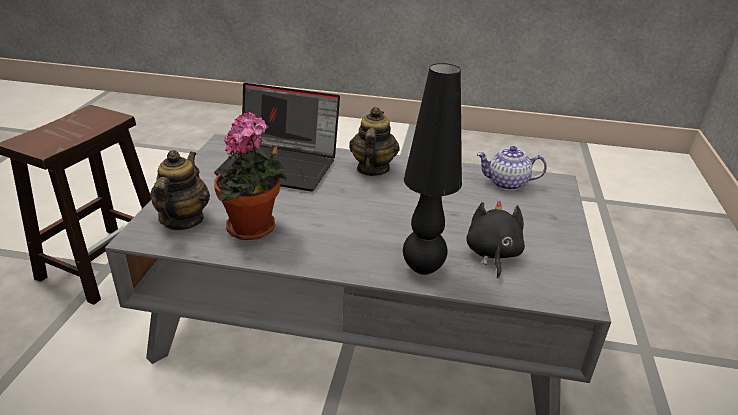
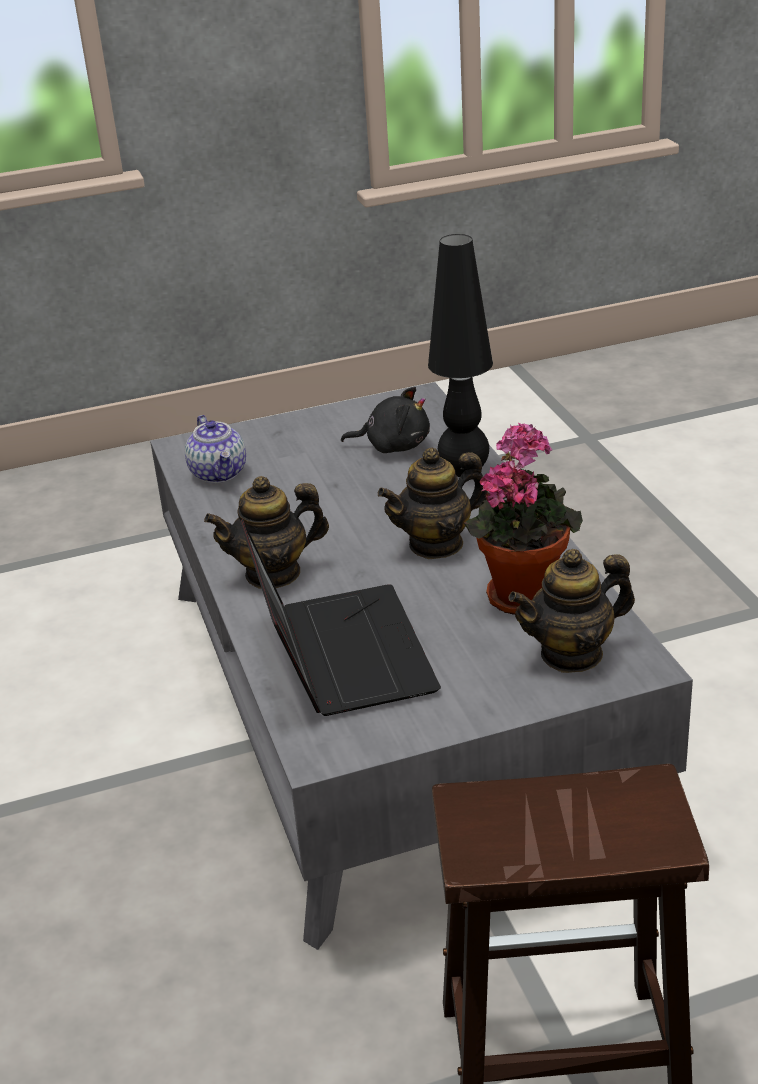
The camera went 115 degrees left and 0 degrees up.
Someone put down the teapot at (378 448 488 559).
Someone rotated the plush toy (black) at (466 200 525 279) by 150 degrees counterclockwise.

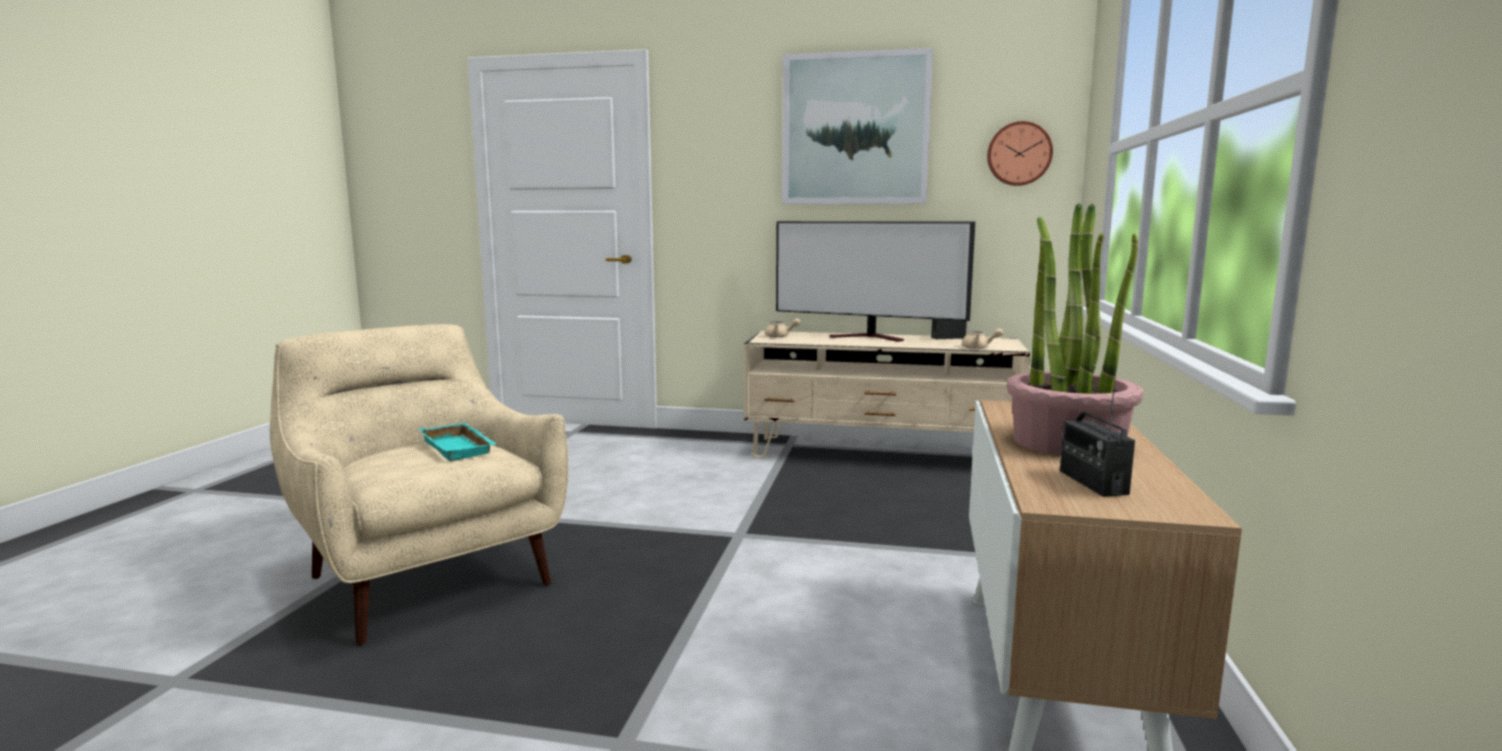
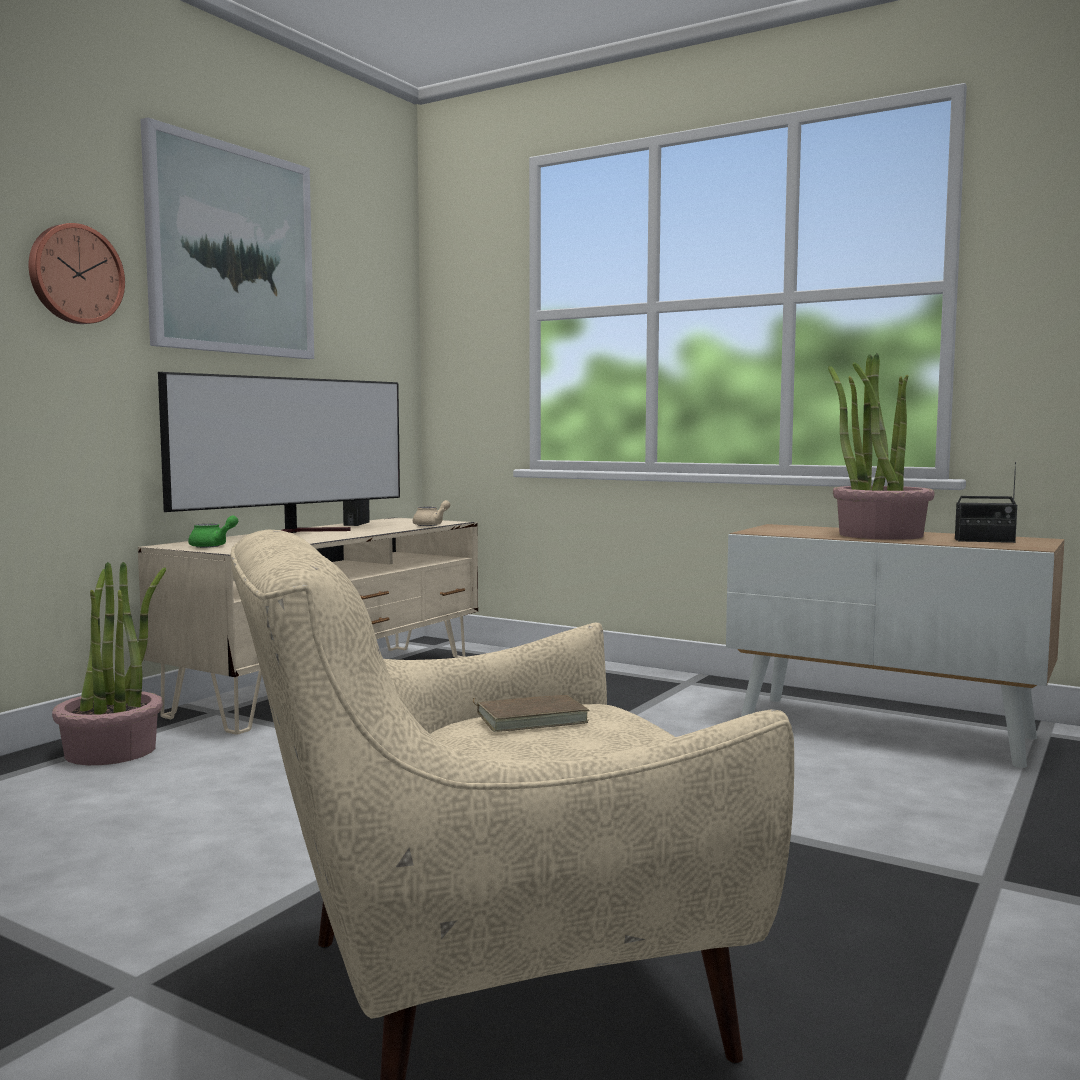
The camera went 70 degrees left and 5 degrees down.
Someone put down the potted plant at (52 562 166 765).
Someone carried the wall clock from (987 121 1053 186) to (29 223 125 324).
Someone swapped the tray (turquoise) at (419 423 497 462) for the book (brown) at (473 695 589 732).
Someone repainted the teapot (beige) at (765 318 801 337), which became the teapot (green) at (188 515 238 548).

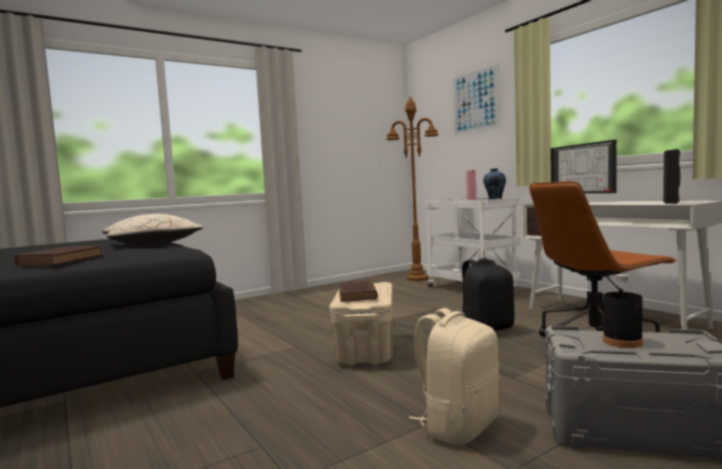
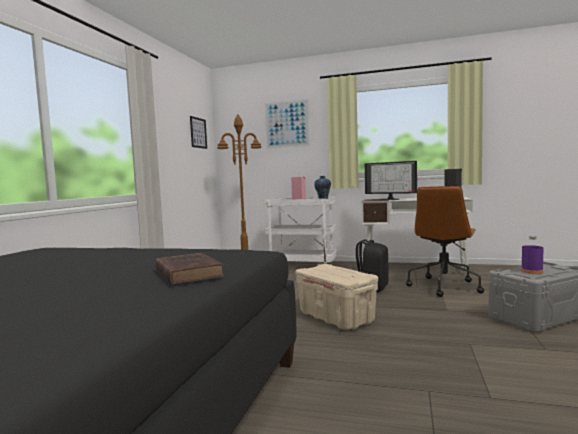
The camera went 40 degrees left and 0 degrees up.
Someone took away the pillow (beige) at (102 214 203 245).
Someone took away the book (brown) at (339 280 378 302).
Someone took away the backpack (beige) at (408 308 500 445).
Someone put up the picture at (190 116 207 149).
Someone repainted the bottle (black) at (603 274 643 348), which became the bottle (purple) at (521 236 543 274).

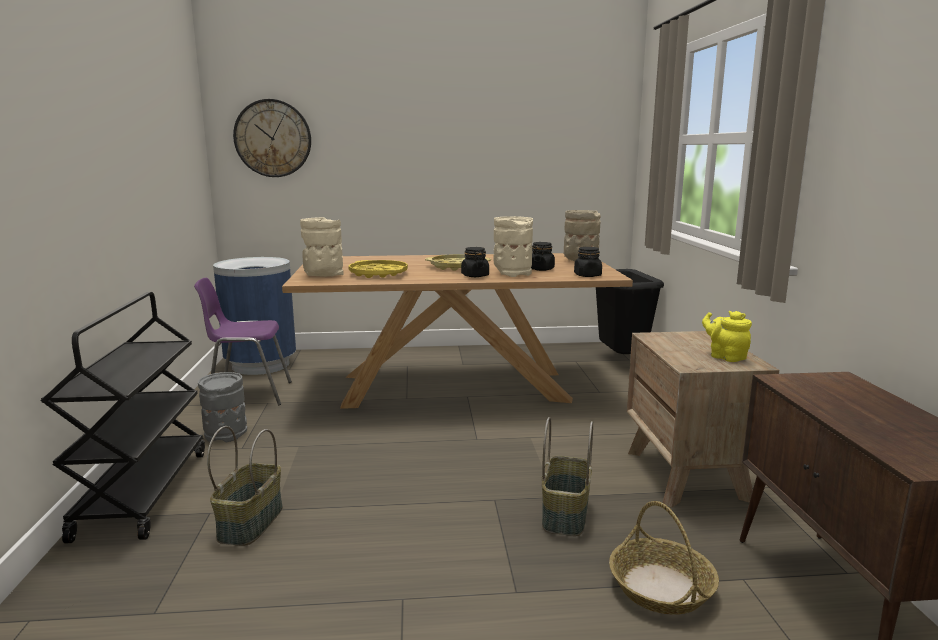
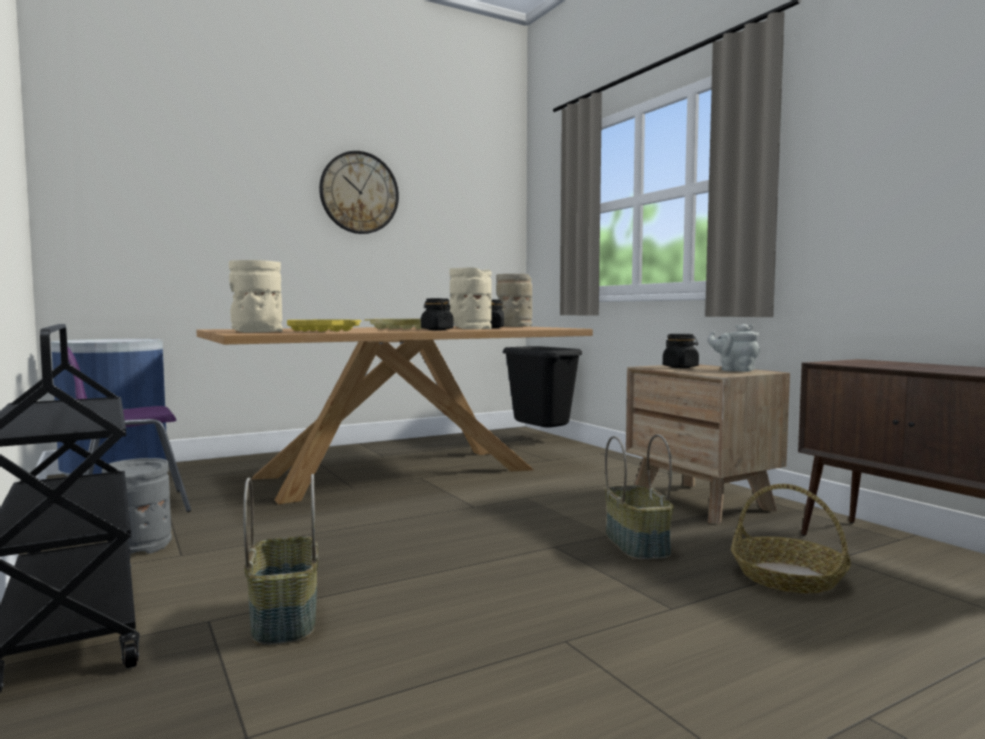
The camera went 25 degrees left and 10 degrees down.
Someone carried the wall clock from (233 99 311 177) to (319 151 399 234).
Someone carried the jar (black) from (574 247 602 277) to (663 334 699 368).
Someone repainted the teapot (yellow) at (702 311 752 362), which became the teapot (grey) at (707 324 760 372).

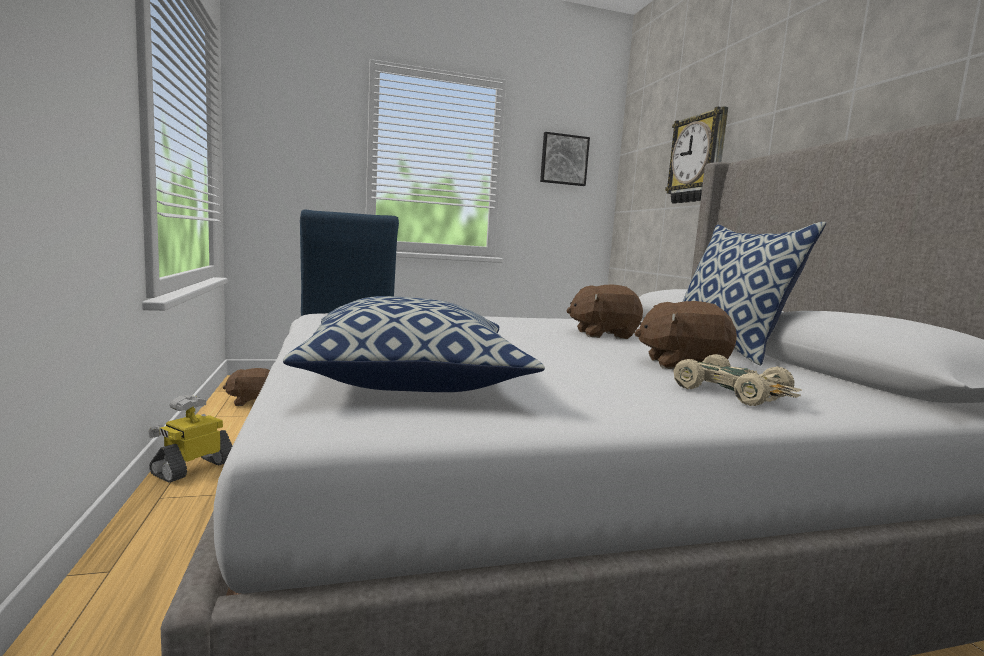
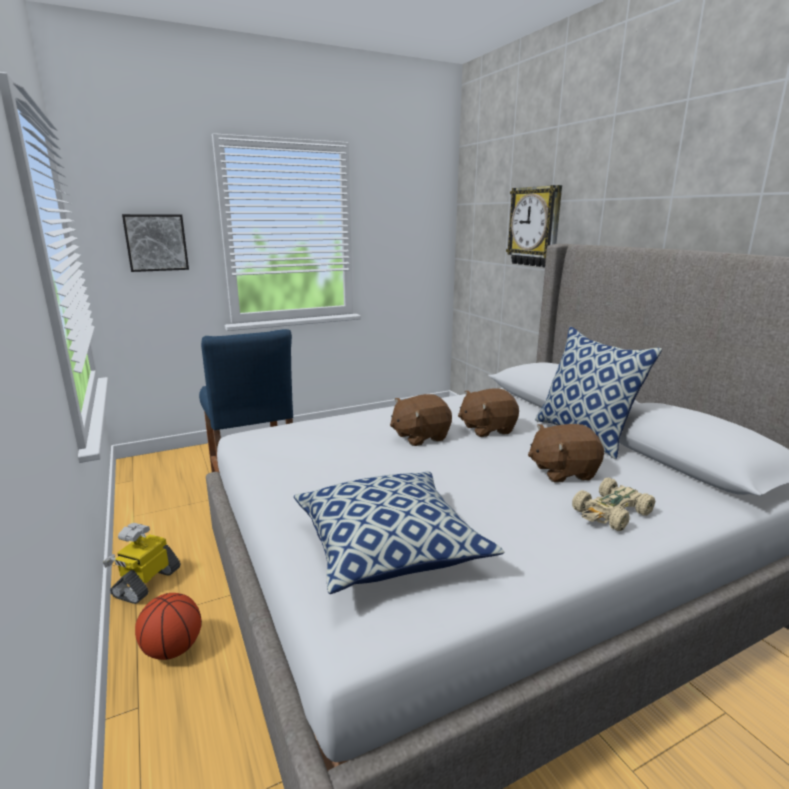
The camera went 10 degrees left and 10 degrees up.
Someone put down the basketball at (135 593 202 660).
Someone carried the plush toy (brown) from (222 368 270 406) to (390 394 452 446).
Someone carried the picture from (540 132 590 186) to (122 214 189 272).
Someone rotated the toy car (beige) at (674 354 802 406) by 105 degrees clockwise.

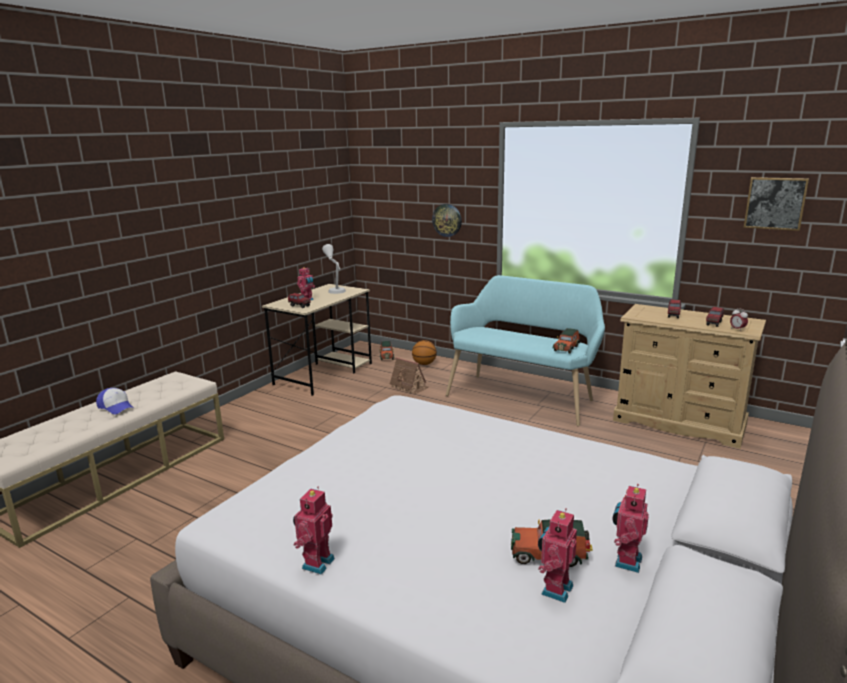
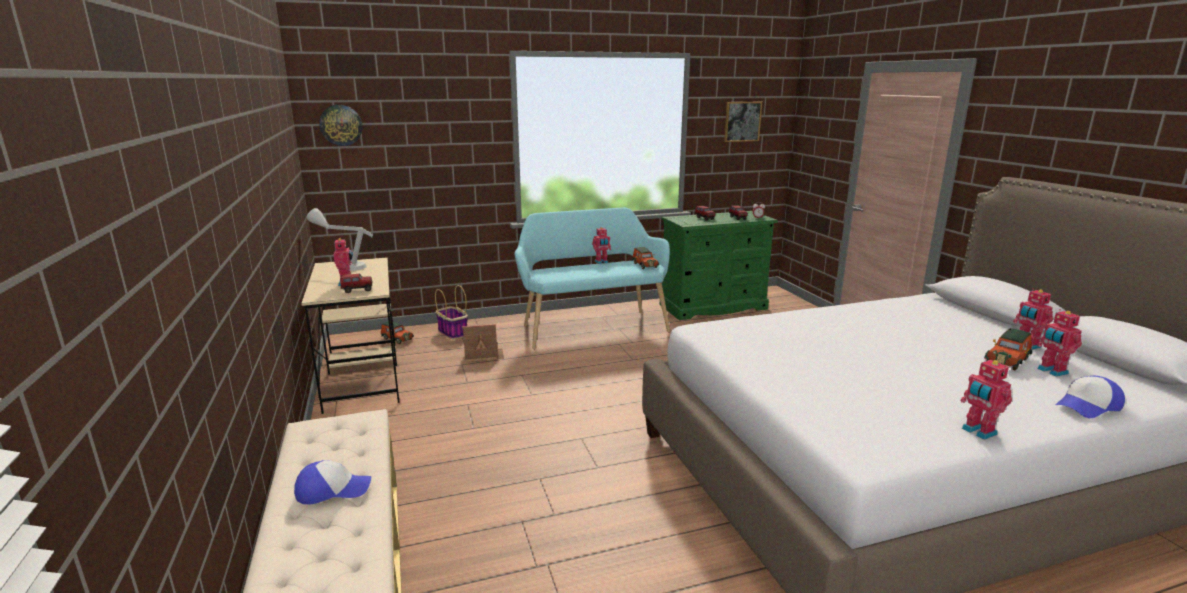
The camera went 50 degrees left and 0 degrees up.
Someone put down the toy robot at (592 227 611 264).
Someone put down the cap at (1056 376 1125 418).
Someone carried the wall clock from (432 204 462 237) to (319 105 362 146).
Someone swapped the basketball at (412 340 437 365) for the basket at (435 285 468 339).
Someone repainted the dresser (beige) at (613 304 766 449), which became the dresser (green) at (660 211 778 320).

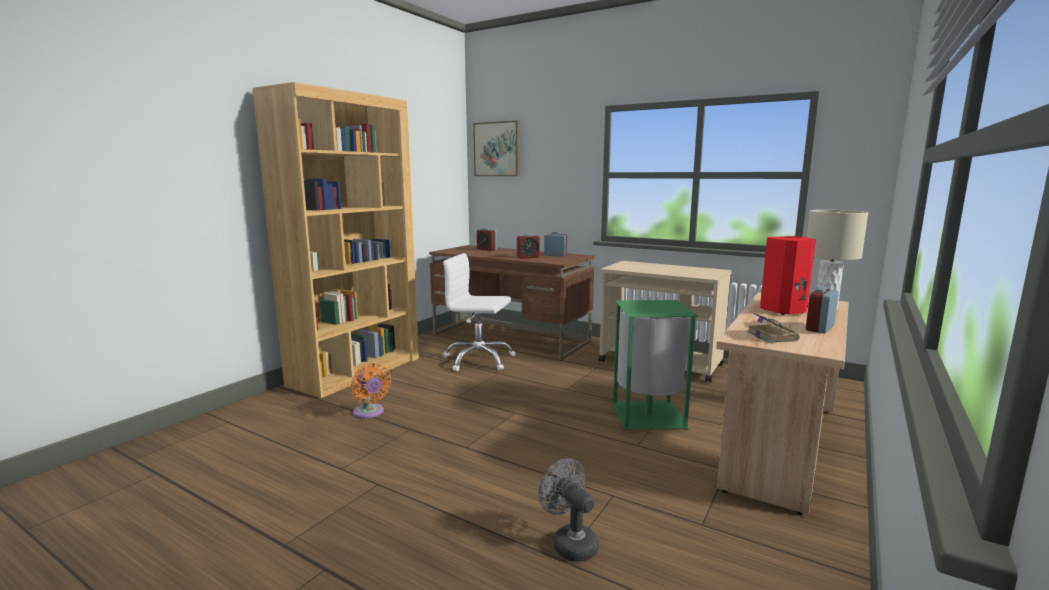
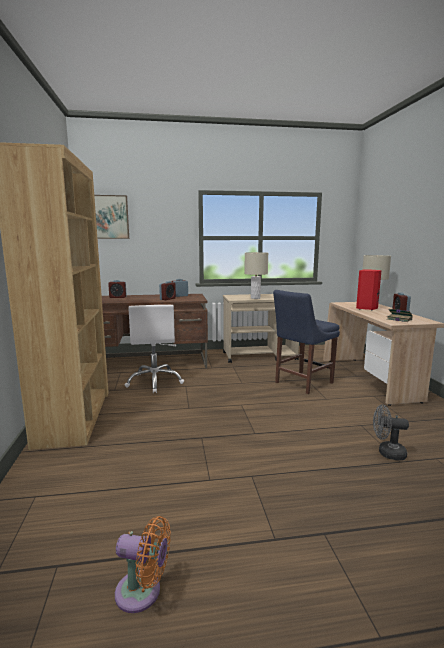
The camera went 40 degrees left and 0 degrees up.
Someone put down the table lamp (beige) at (244 252 268 299).
Someone carried the fan (orange) from (351 363 391 419) to (115 516 171 613).
Someone swapped the trash can (green) at (611 300 698 429) for the chair (blue) at (273 290 340 394).
Someone rotated the office chair (white) at (443 253 516 371) by 75 degrees counterclockwise.

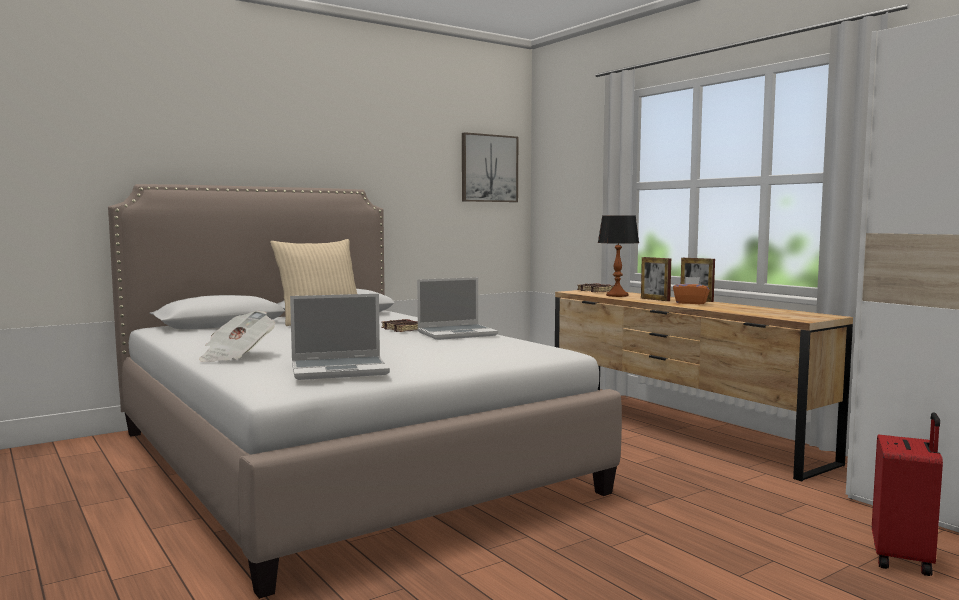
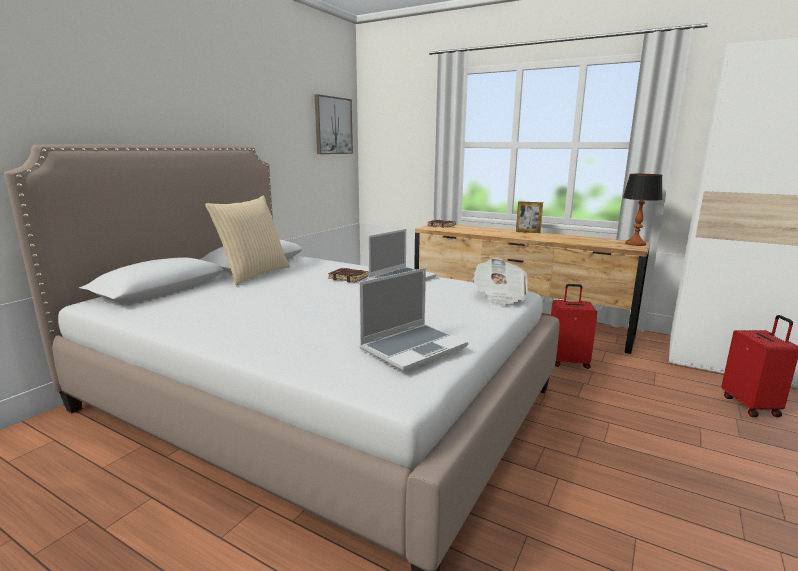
The camera went 25 degrees left and 10 degrees up.
Someone took away the picture frame at (641 257 671 301).
Someone took away the tissue box (orange) at (673 277 710 304).
Someone put down the suitcase (red) at (551 284 597 369).
Someone carried the newspaper from (199 311 275 362) to (472 258 528 306).
Someone carried the table lamp from (598 215 639 297) to (623 174 663 246).

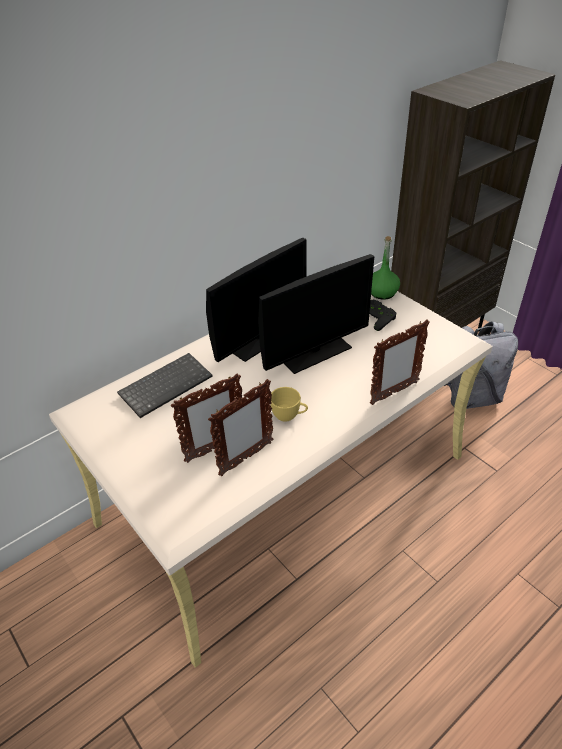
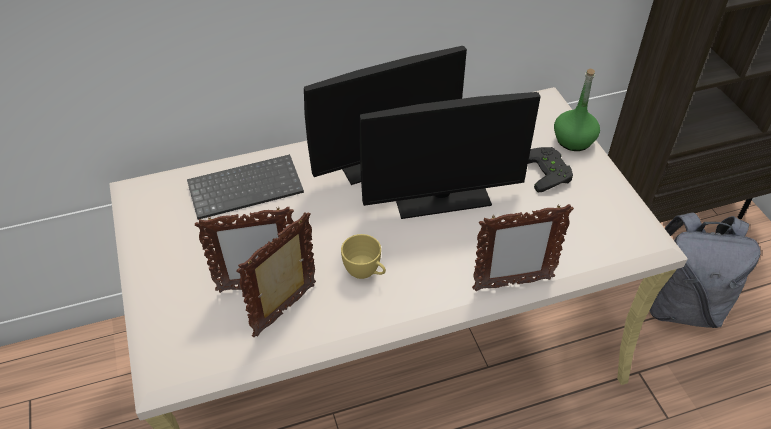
The camera went 20 degrees right and 5 degrees up.
Someone rotated the picture frame at (208 379 273 476) by 150 degrees clockwise.

